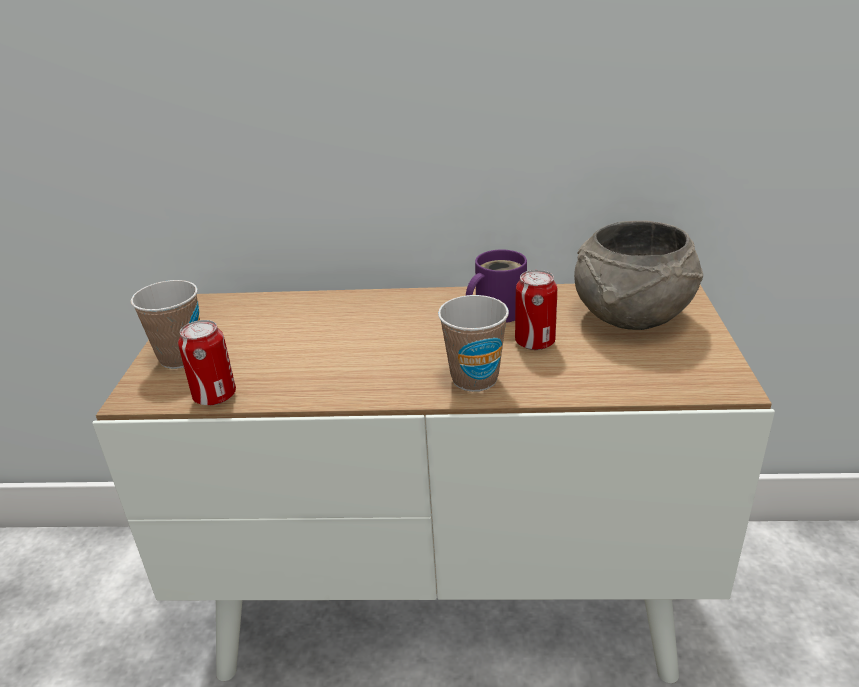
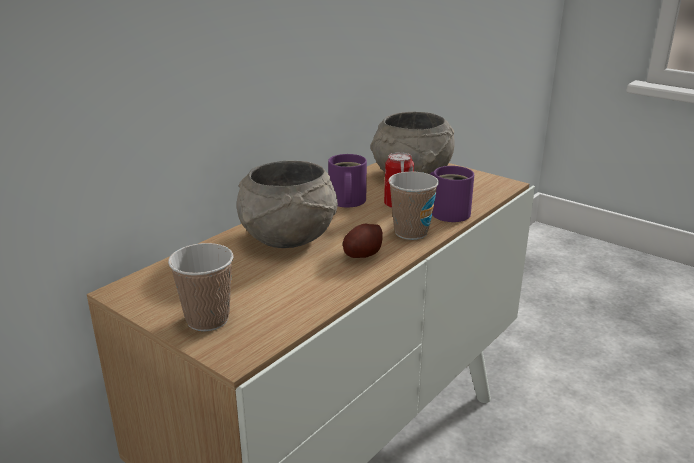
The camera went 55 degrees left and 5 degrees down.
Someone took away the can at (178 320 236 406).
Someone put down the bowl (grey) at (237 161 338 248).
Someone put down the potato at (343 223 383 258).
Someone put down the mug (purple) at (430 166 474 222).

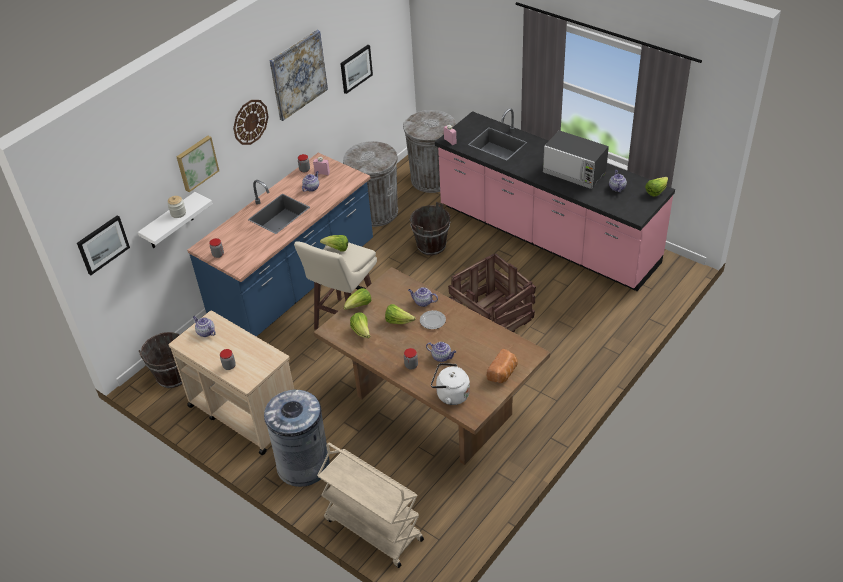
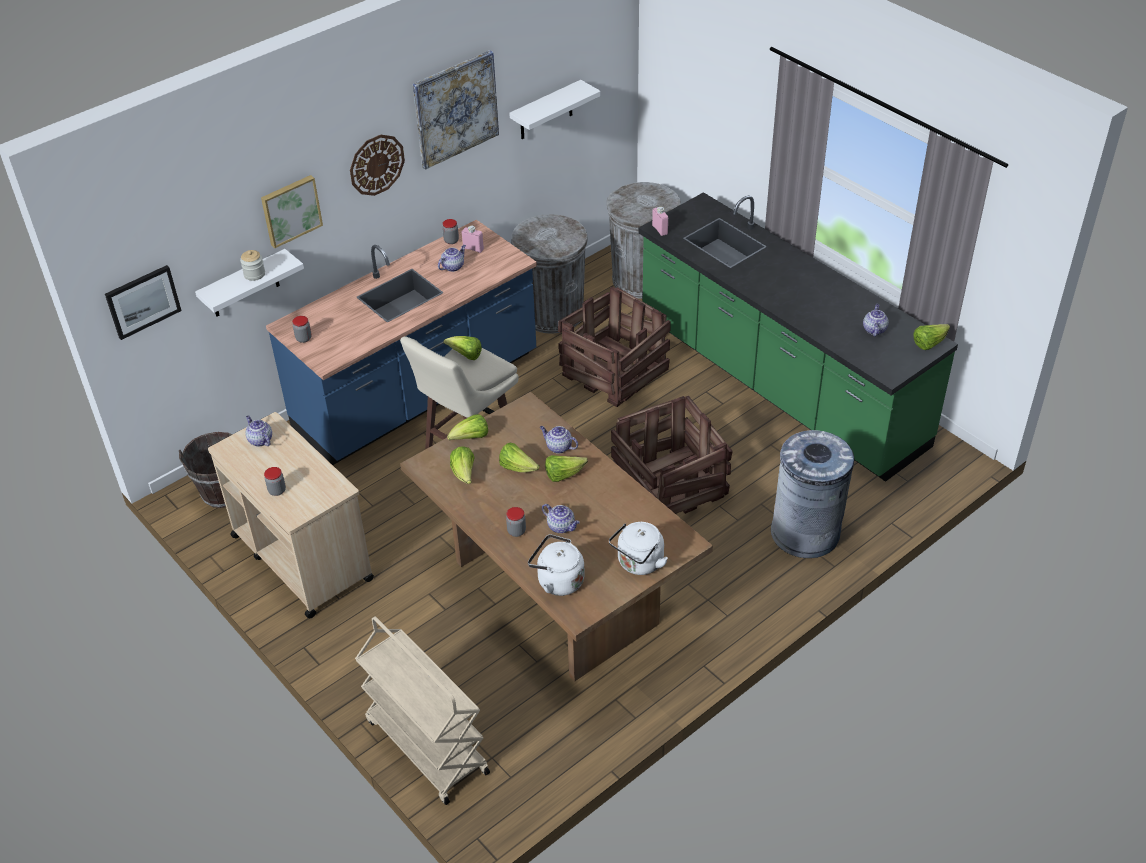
The camera went 10 degrees right and 0 degrees up.
Someone took away the microwave at (543 130 609 189).
Someone carried the trash can (grey) from (264 390 330 487) to (771 430 854 558).
Someone swapped the picture at (340 45 373 94) for the shelf (white) at (509 80 601 139).
Someone swapped the bucket (brown) at (410 202 450 255) for the crate at (558 286 671 407).
Someone swapped the plate at (420 310 446 329) for the lettuce at (545 455 588 482).
Someone swapped the bread at (486 349 518 383) for the kettle (white) at (609 522 668 575).
Someone repainted the counter (pink) at (435 108 675 291), which became the counter (green) at (638 192 958 482).

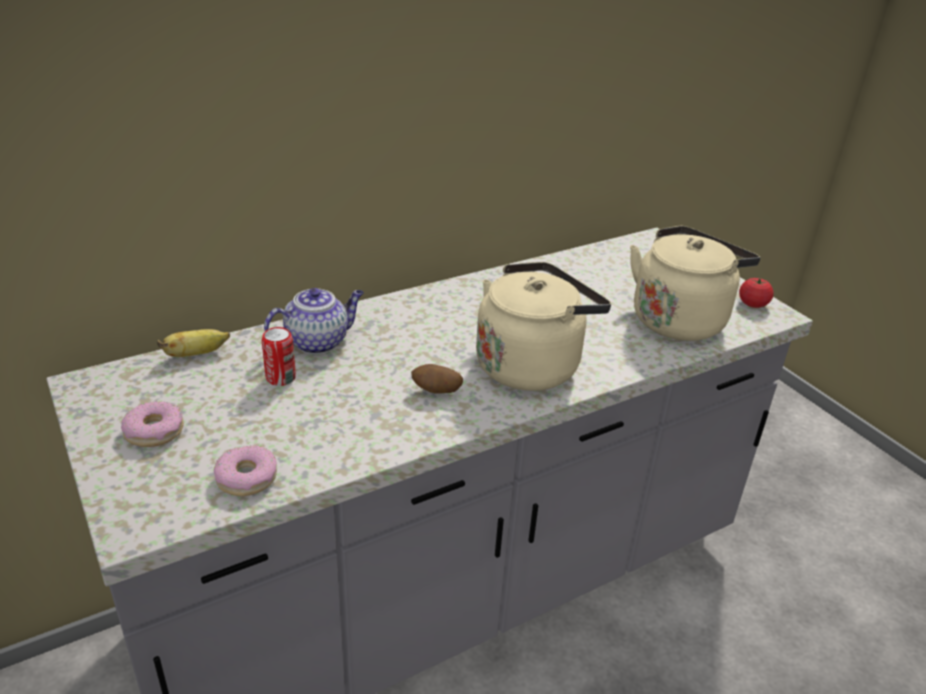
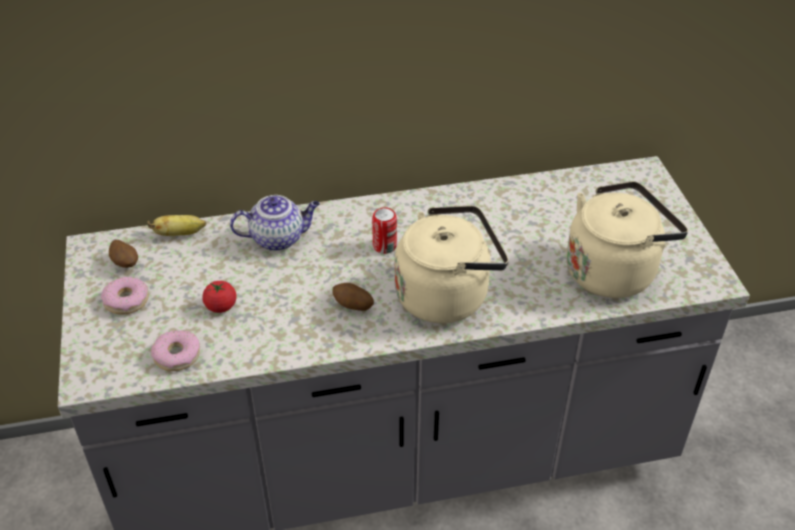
The camera went 20 degrees right and 10 degrees up.
Someone put down the potato at (109 240 138 268).
Someone carried the can from (262 327 296 386) to (372 207 397 254).
Someone carried the tomato from (739 278 774 308) to (202 281 237 313).

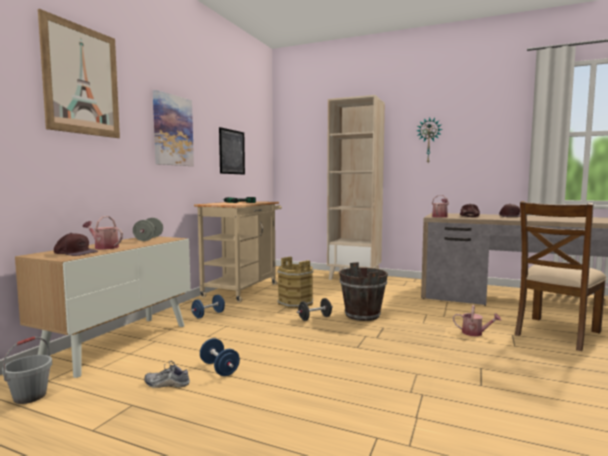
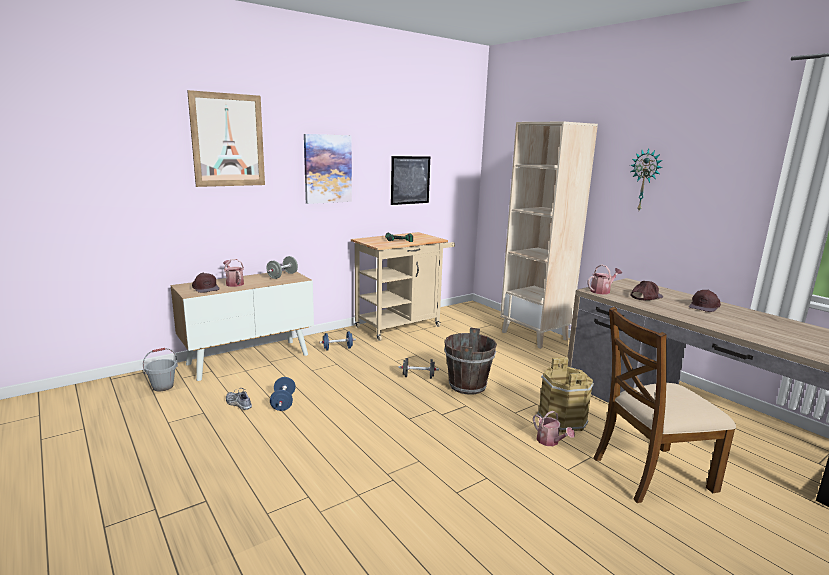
The camera went 30 degrees right and 10 degrees up.
Someone carried the bucket (brown) from (277 257 313 308) to (537 357 594 432).

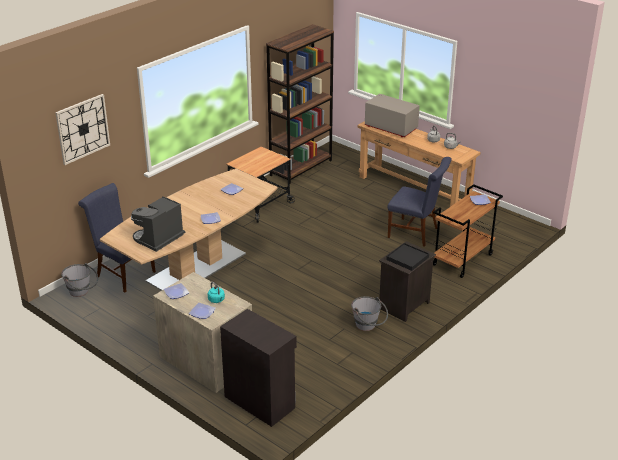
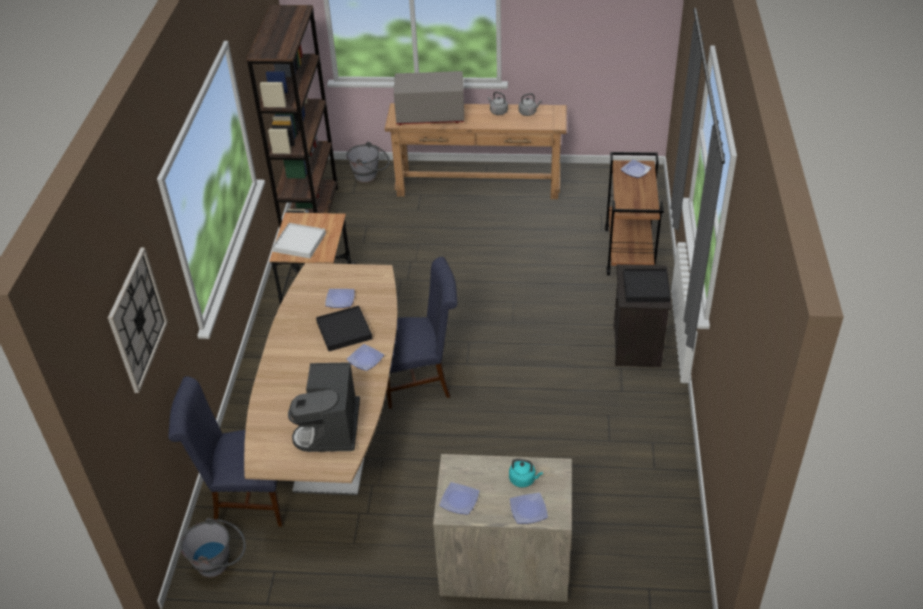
The camera went 35 degrees left and 10 degrees up.
Someone took away the cabinet (black) at (220 309 297 427).
Someone put down the tray (white) at (272 223 326 258).
Someone put down the tray (black) at (316 306 373 351).
Someone carried the bucket (grey) from (351 296 388 331) to (346 142 390 183).
Someone carried the chair (blue) from (388 157 452 247) to (386 257 458 409).

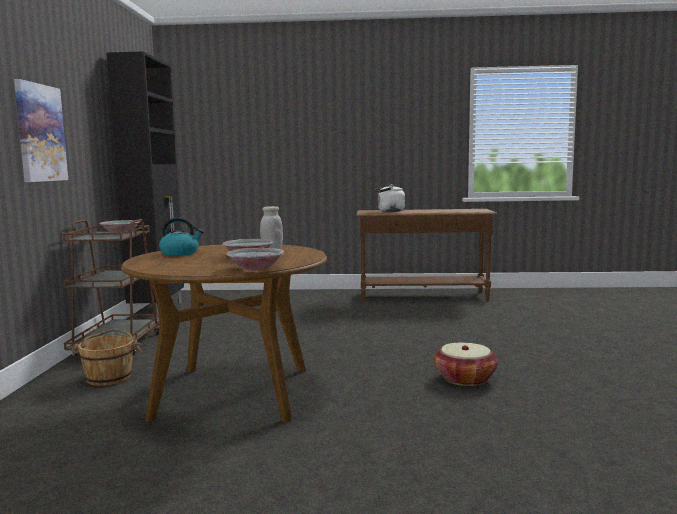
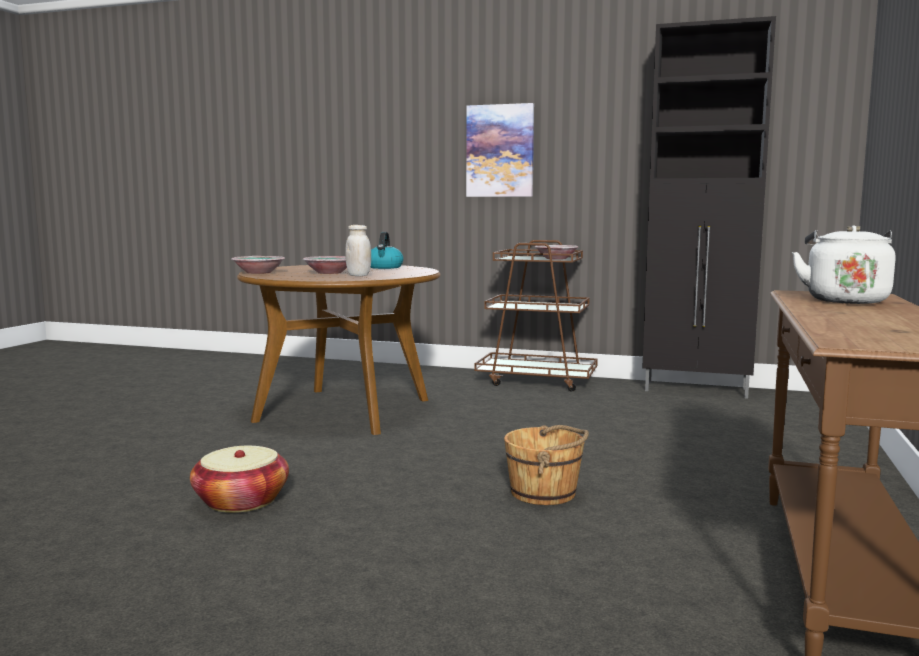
The camera went 105 degrees right and 0 degrees up.
Someone carried the bucket (brown) from (71 329 142 386) to (504 425 589 505).

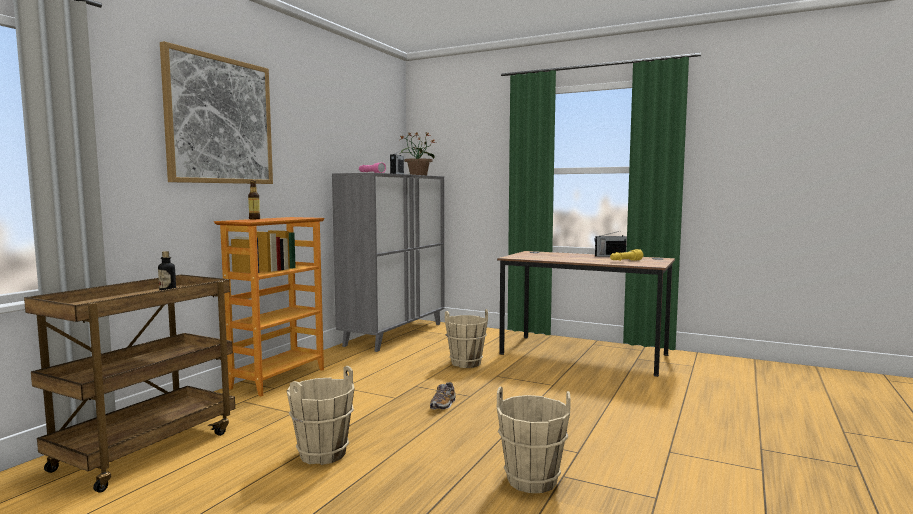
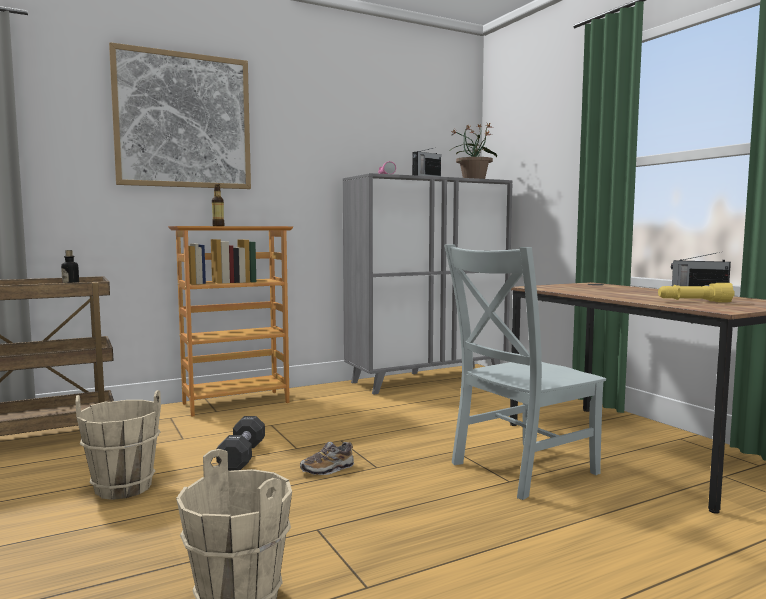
The camera went 35 degrees right and 0 degrees up.
Someone took away the bucket (beige) at (445 309 488 368).
Someone put down the dumbbell (black) at (216 416 265 471).
Someone put down the chair (grey) at (444 244 606 500).

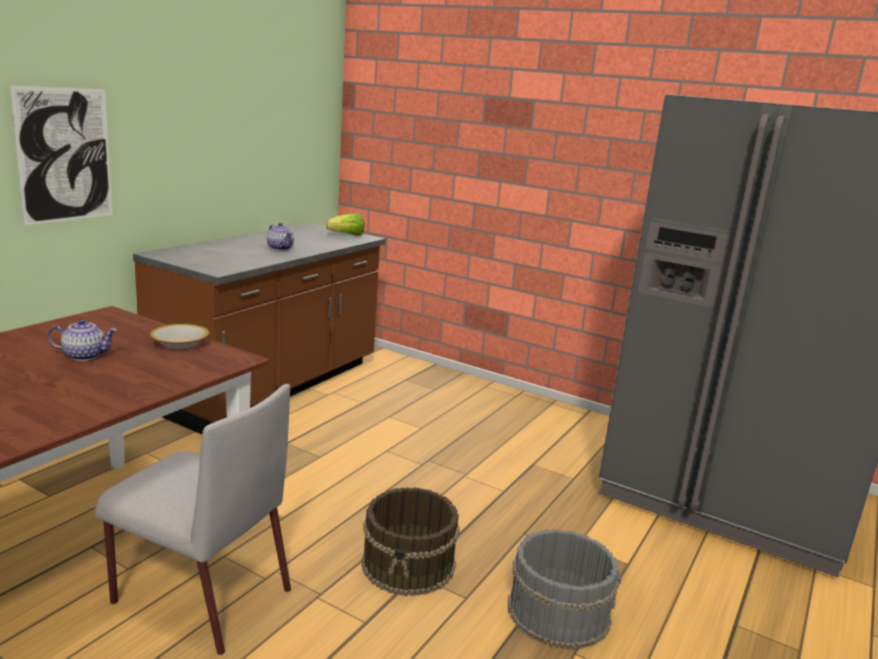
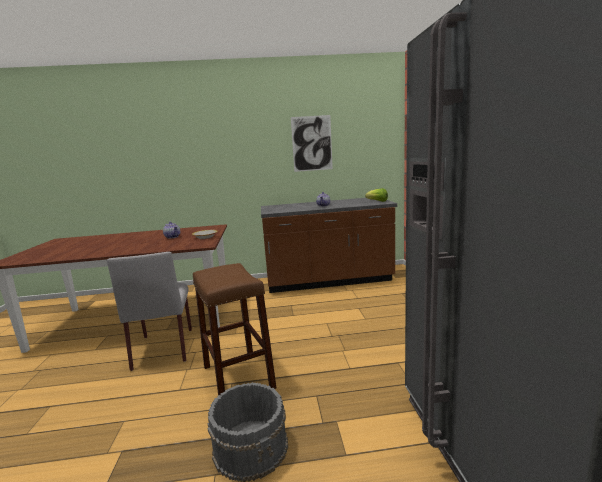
The camera went 55 degrees right and 5 degrees down.
Someone carried the picture from (10 86 113 226) to (291 115 333 172).
Someone swapped the bucket (brown) at (361 487 460 596) for the stool (brown) at (193 263 277 395).

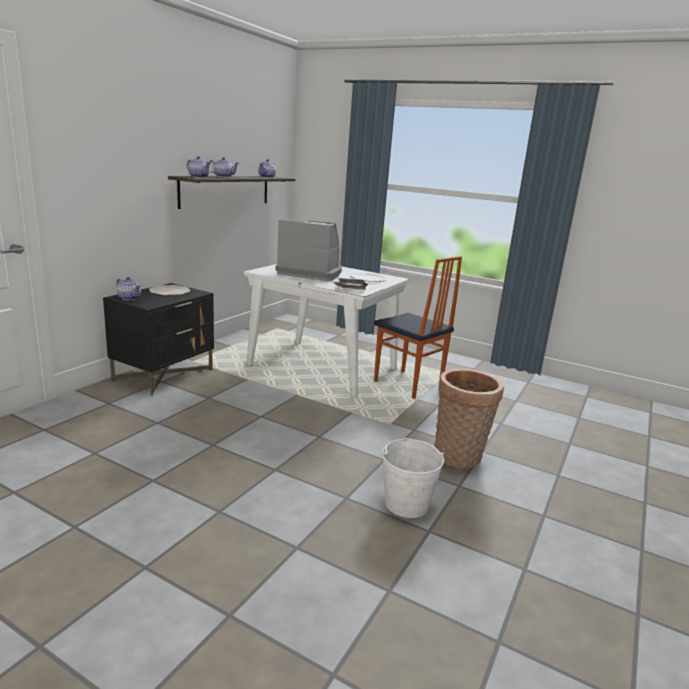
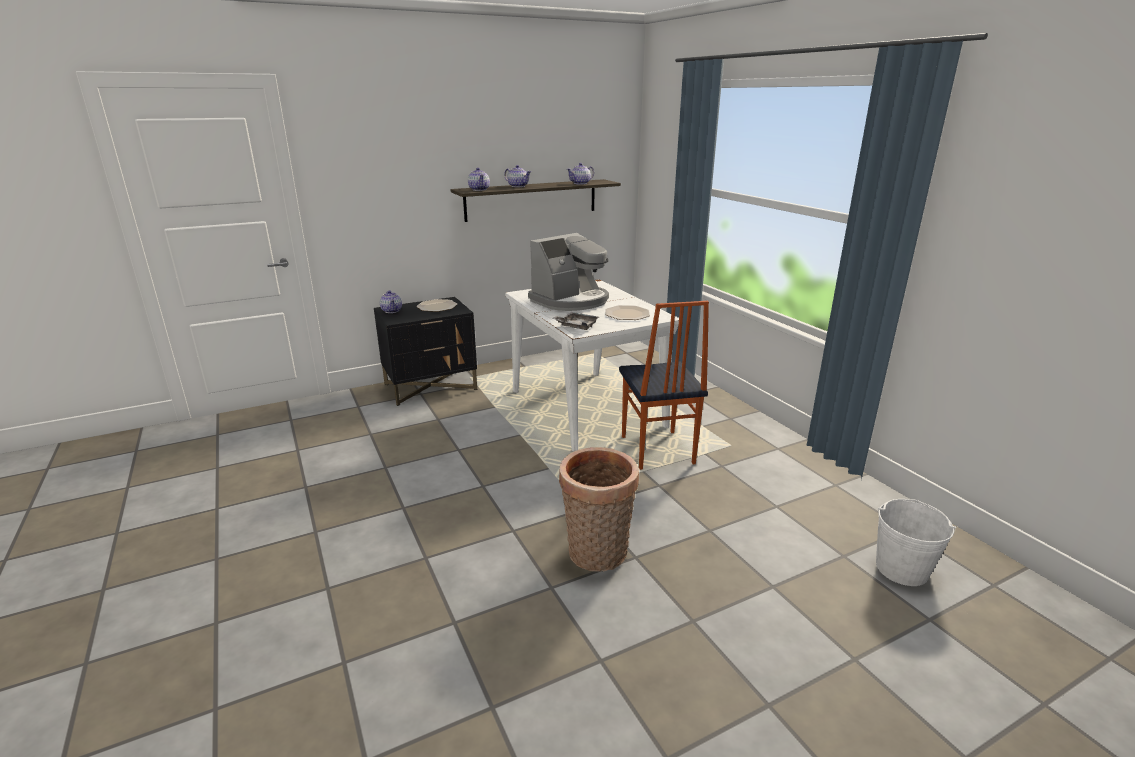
The camera went 35 degrees right and 5 degrees up.
Someone carried the bucket (white) from (382 438 444 518) to (876 499 956 586).
Someone rotated the coffee machine at (275 220 342 281) by 90 degrees clockwise.

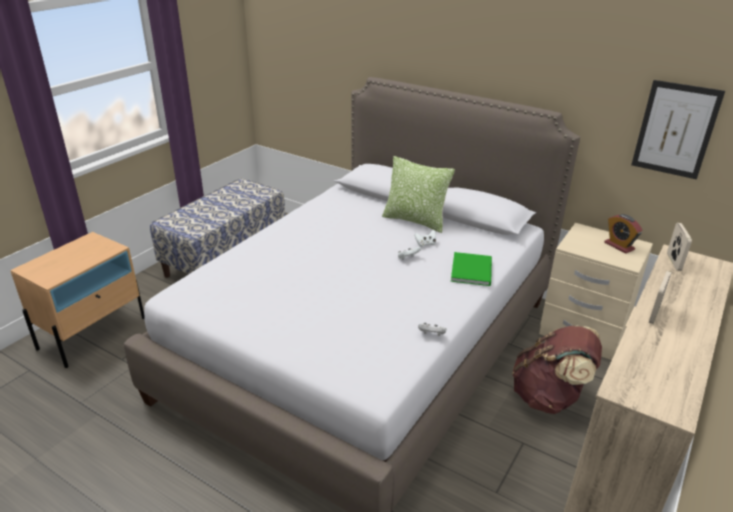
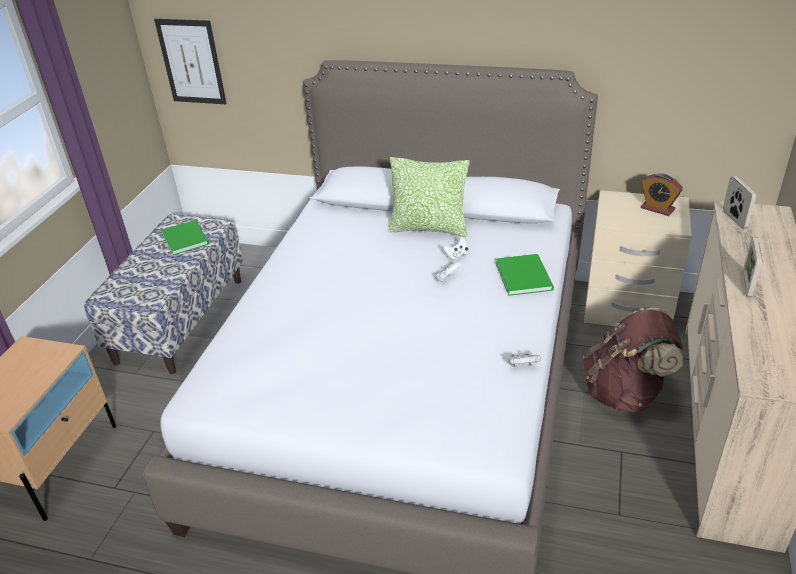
The camera went 15 degrees left and 5 degrees up.
Someone put down the book (green) at (161 220 209 255).
Someone carried the picture from (631 80 725 179) to (154 19 227 104).

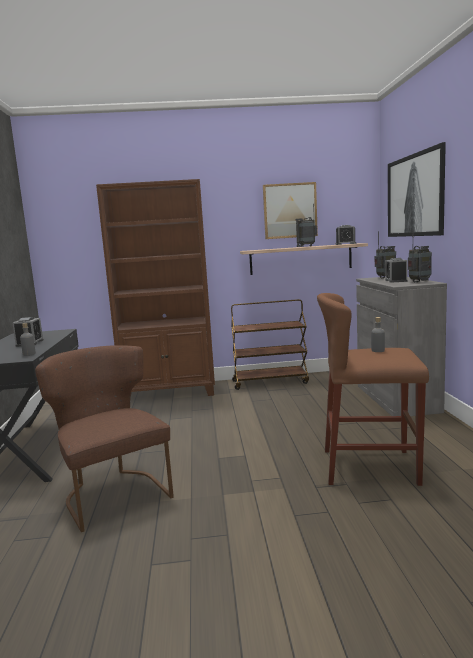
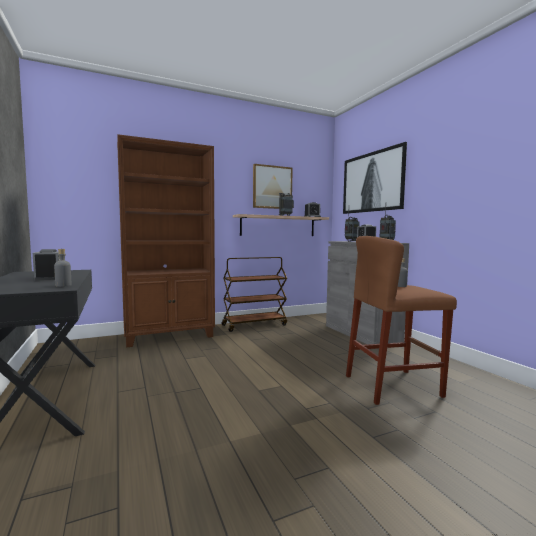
The camera went 20 degrees left and 5 degrees down.
Someone took away the chair (brown) at (35 345 174 532).

